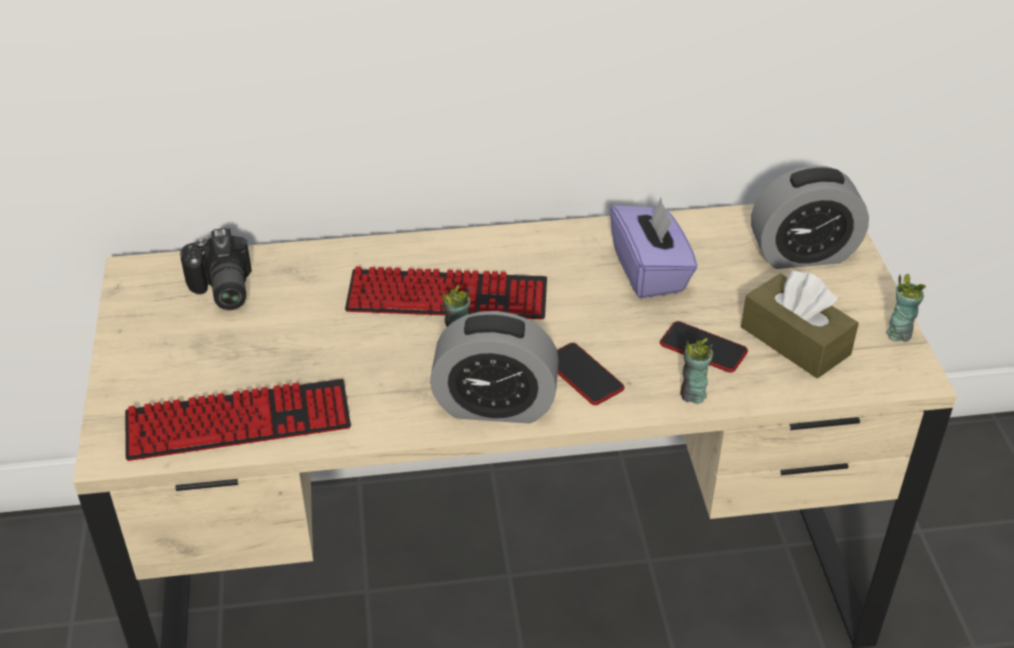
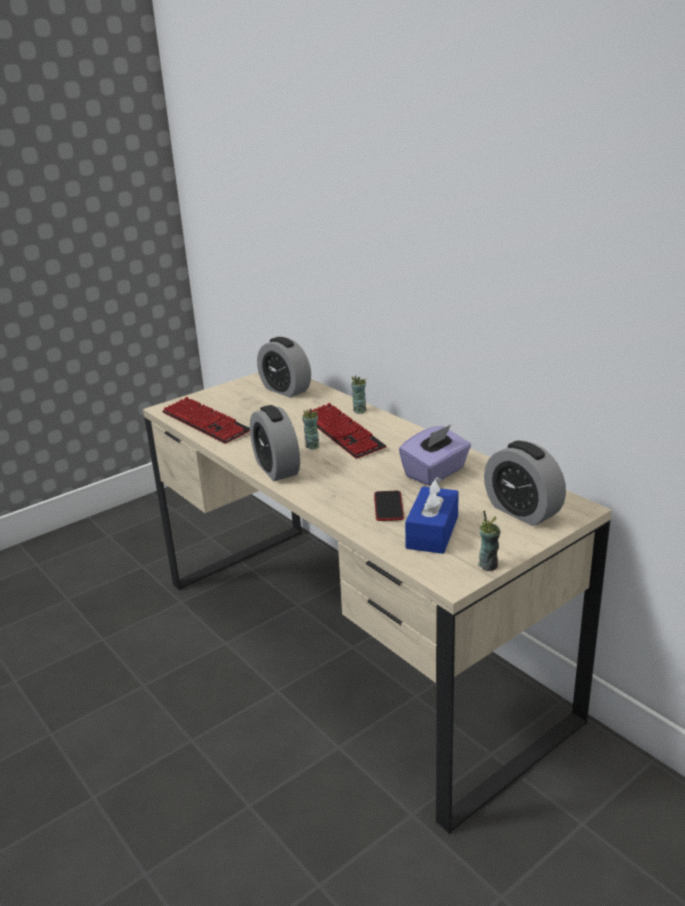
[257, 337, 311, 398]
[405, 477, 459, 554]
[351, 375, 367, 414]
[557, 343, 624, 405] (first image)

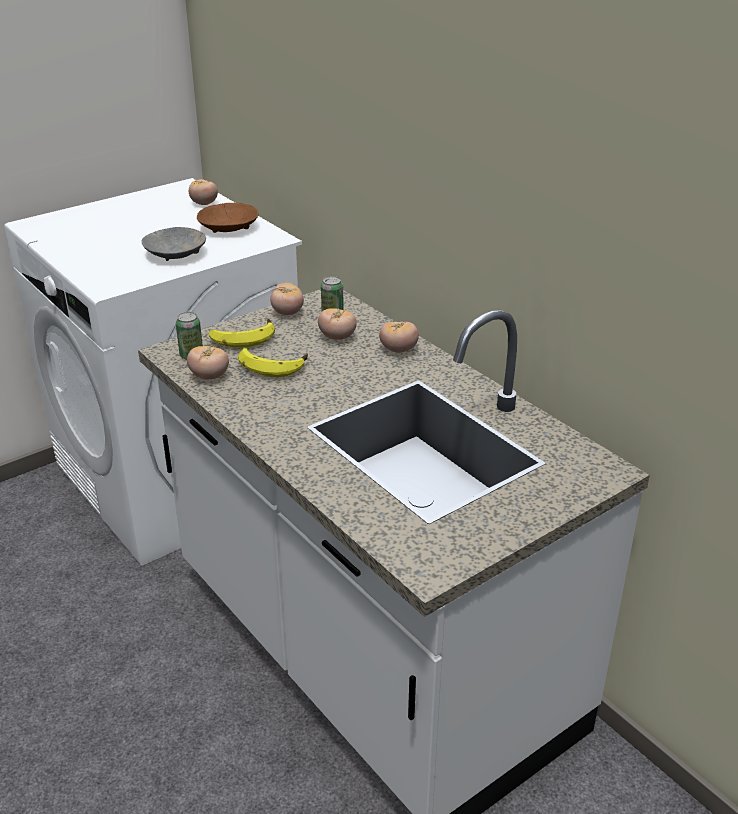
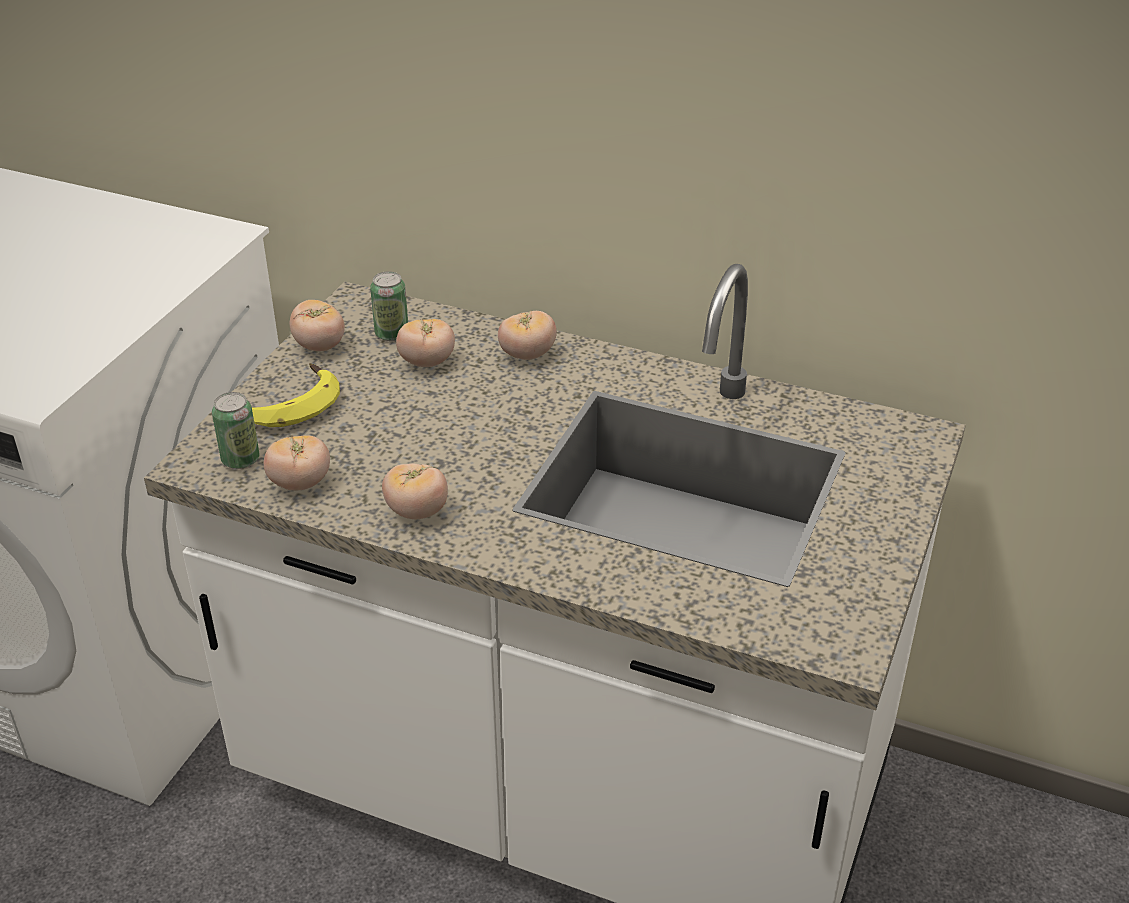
[382, 464, 448, 519]
[197, 203, 259, 233] (first image)
[142, 227, 206, 261] (first image)
[238, 348, 308, 377] (first image)

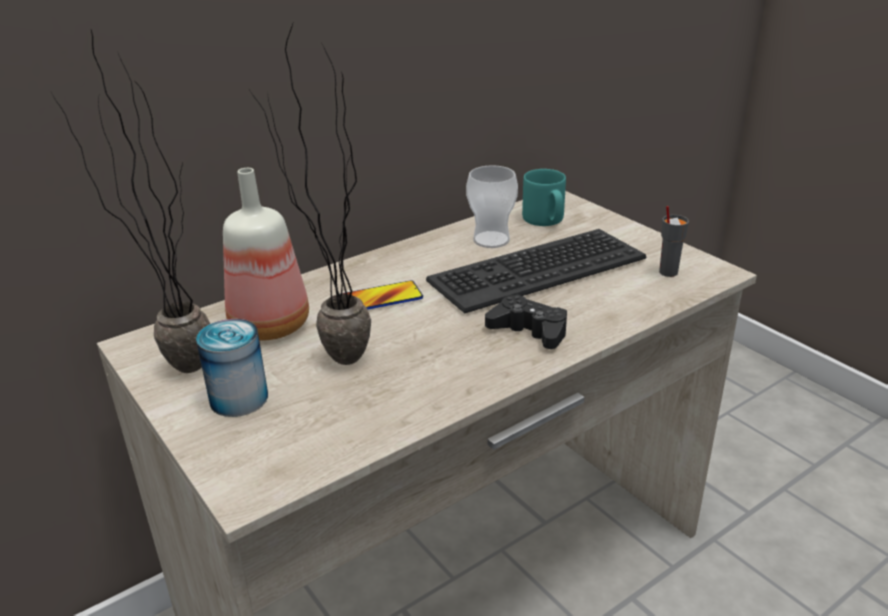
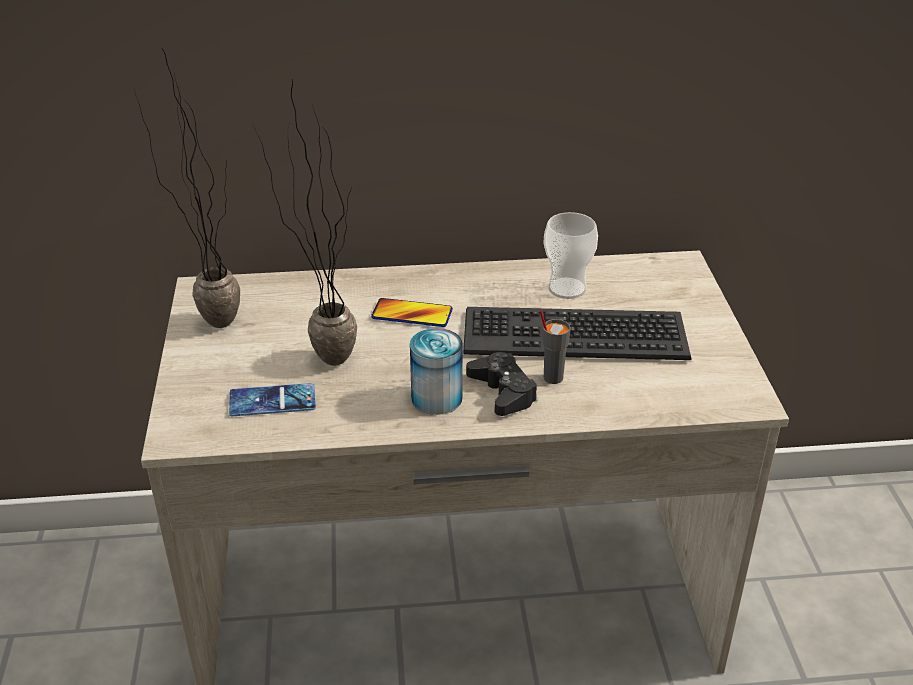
[223, 168, 309, 341] (first image)
[522, 169, 566, 226] (first image)
[540, 310, 571, 384]
[410, 328, 463, 415]
[229, 383, 316, 416]

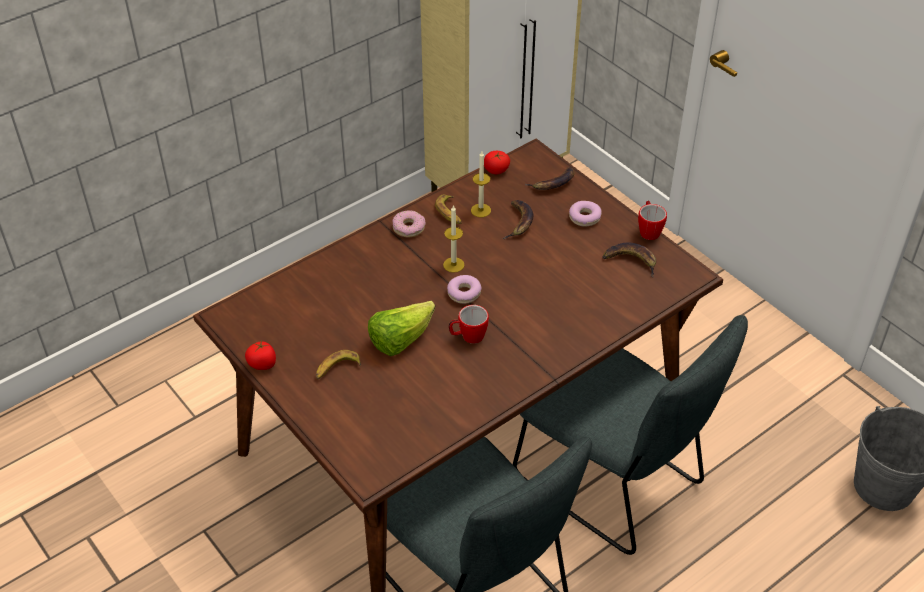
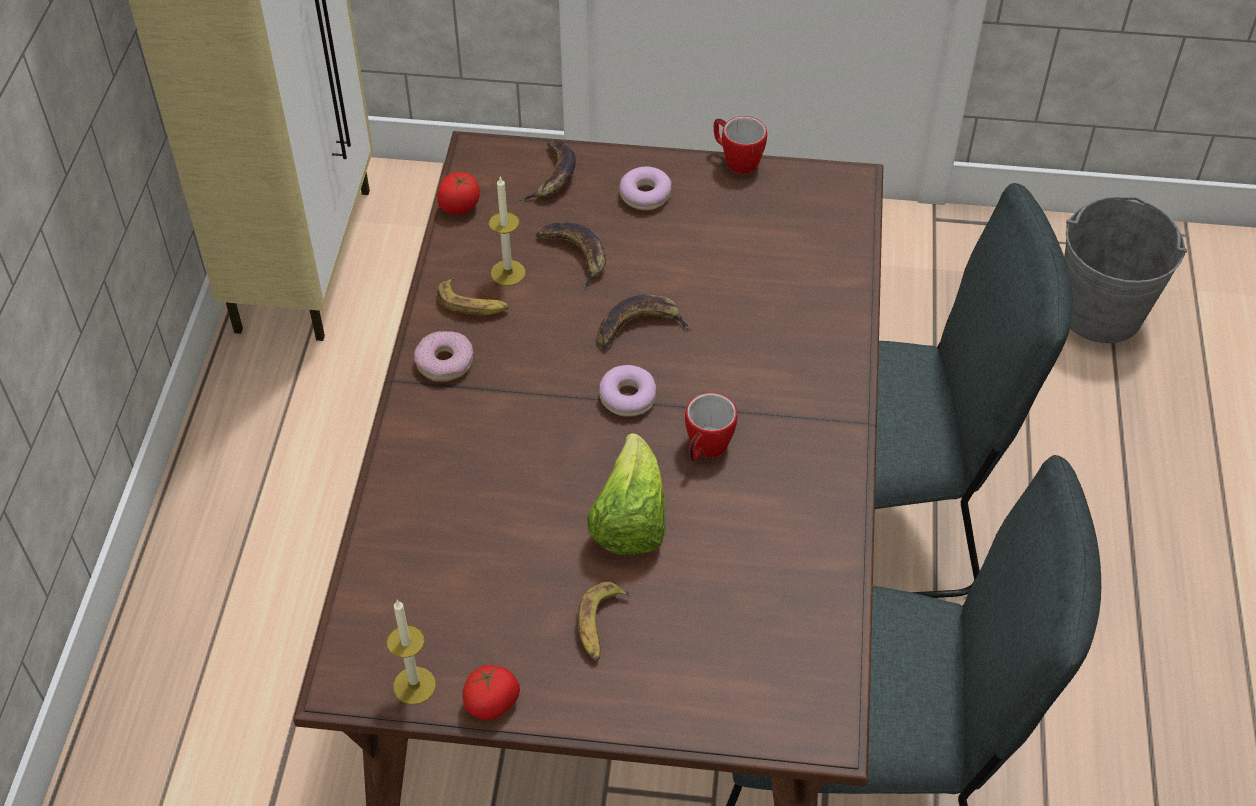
[387, 600, 436, 705]
[597, 294, 691, 349]

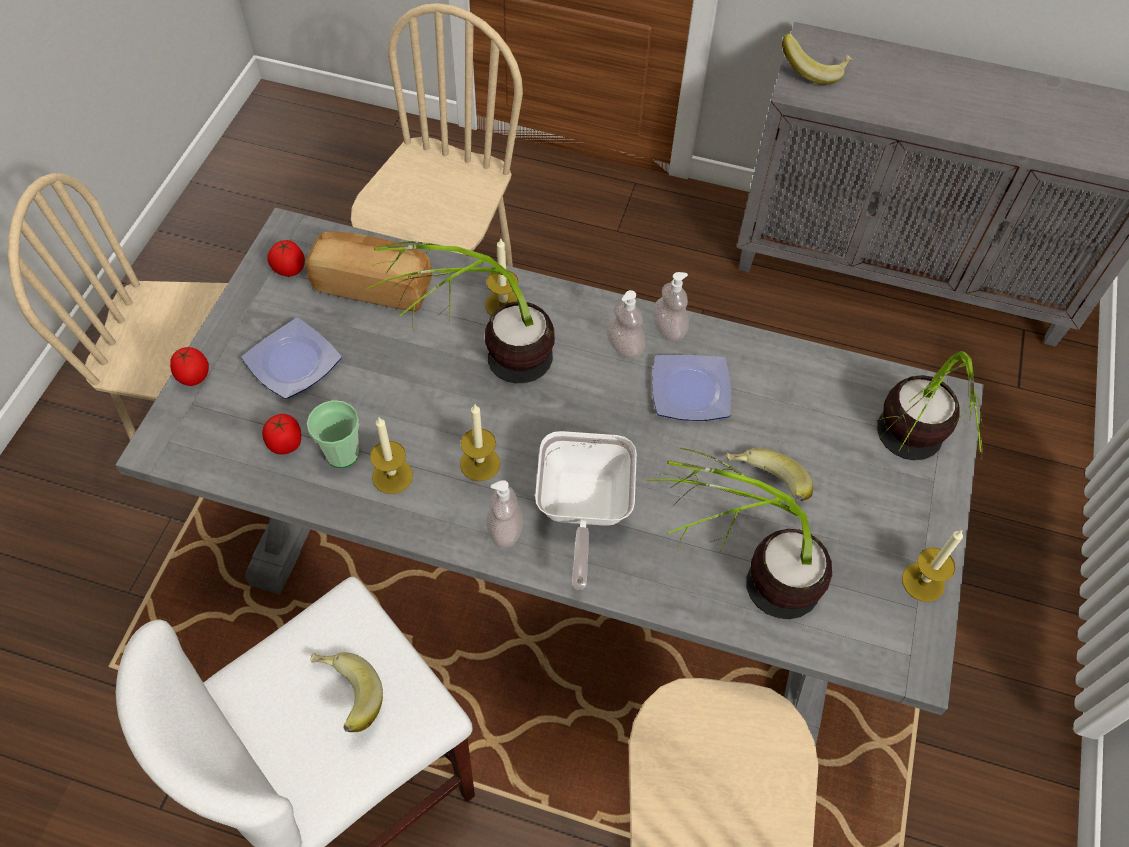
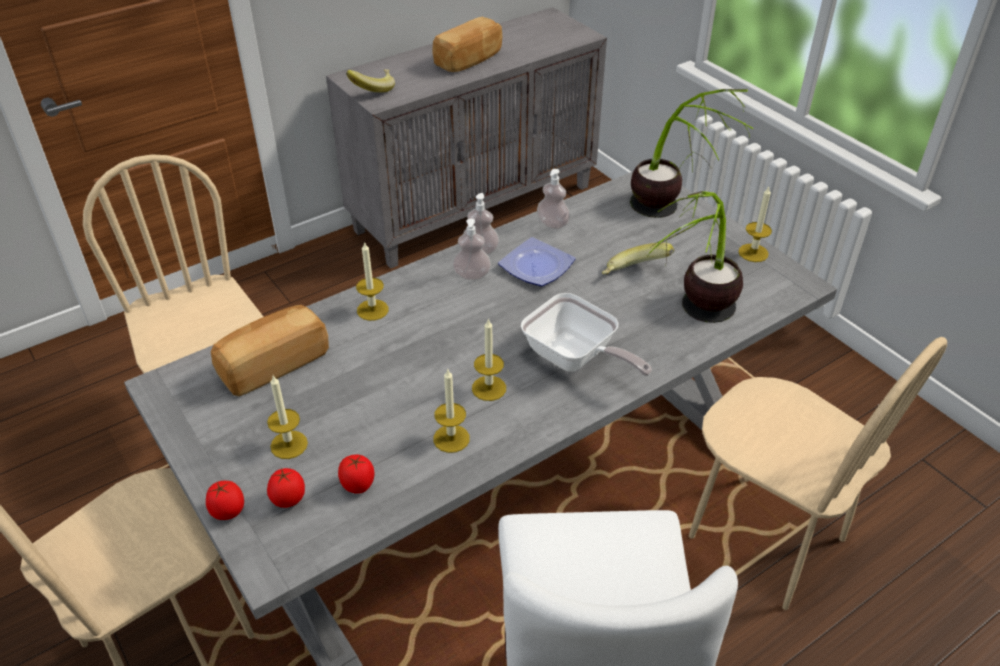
[267, 468, 305, 508]
[367, 241, 555, 383] (first image)
[267, 376, 308, 459]
[307, 400, 360, 468] (first image)
[537, 169, 570, 229]
[310, 652, 383, 732] (first image)
[432, 17, 502, 72]

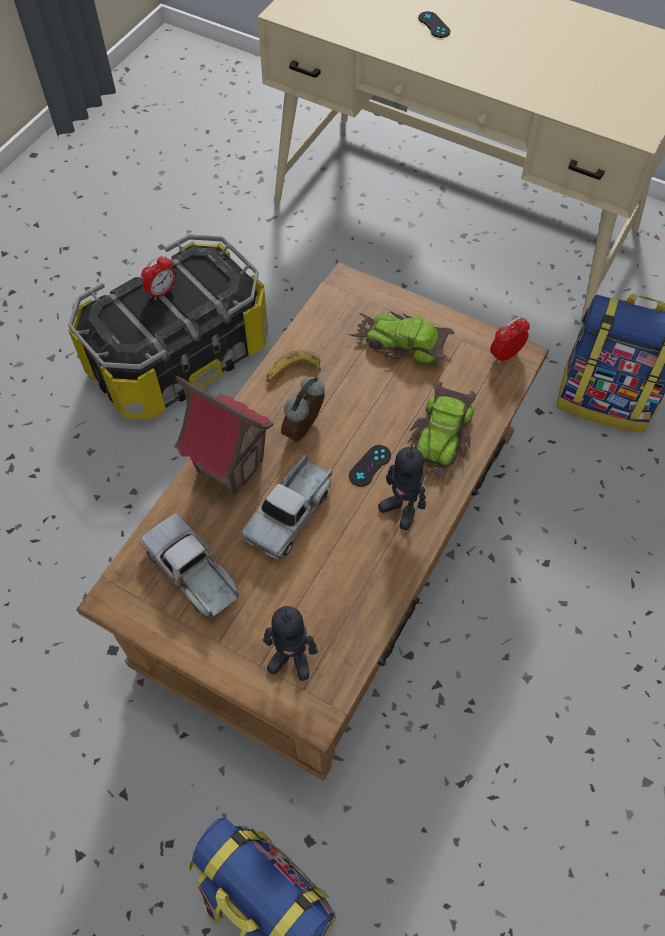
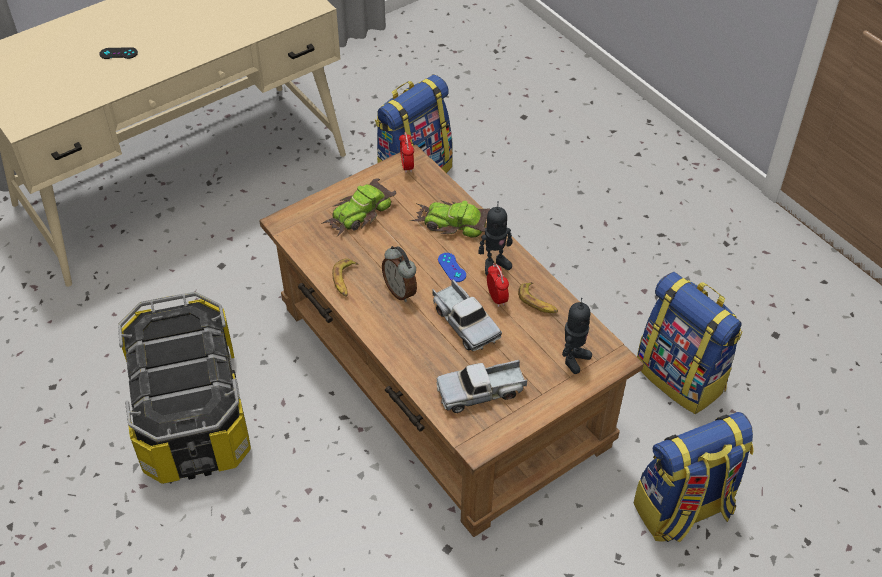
[487, 263, 509, 307]
[174, 376, 274, 494] (first image)
[410, 201, 490, 238]
[438, 253, 466, 282]
[637, 272, 743, 414]
[518, 282, 558, 313]

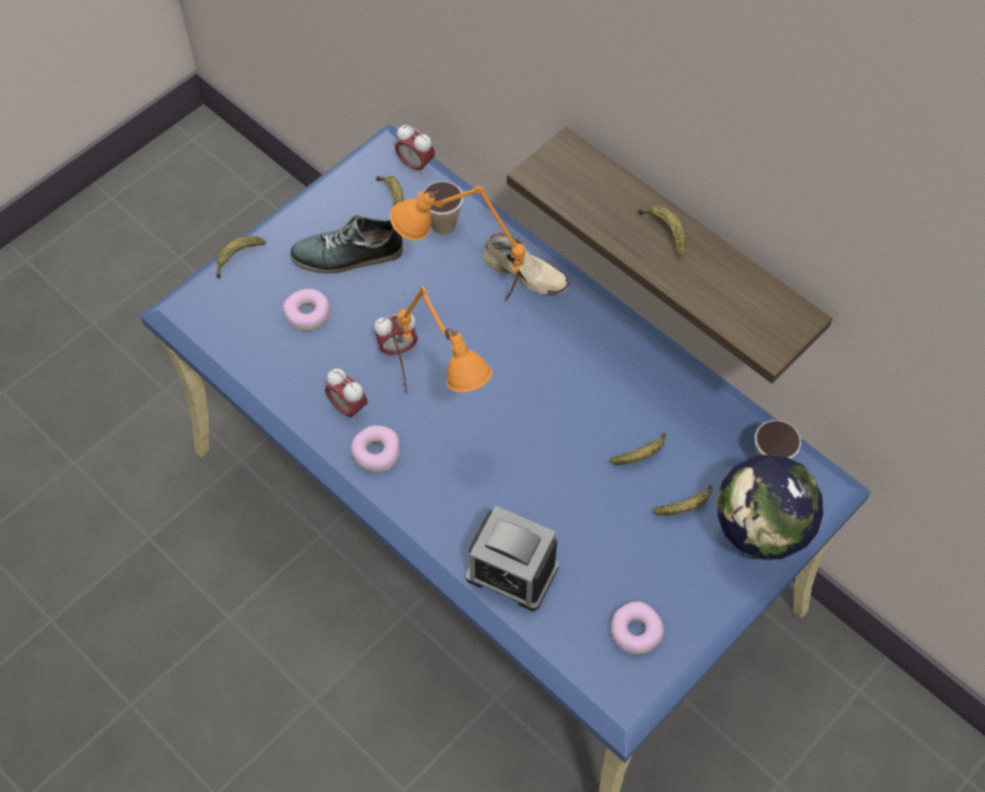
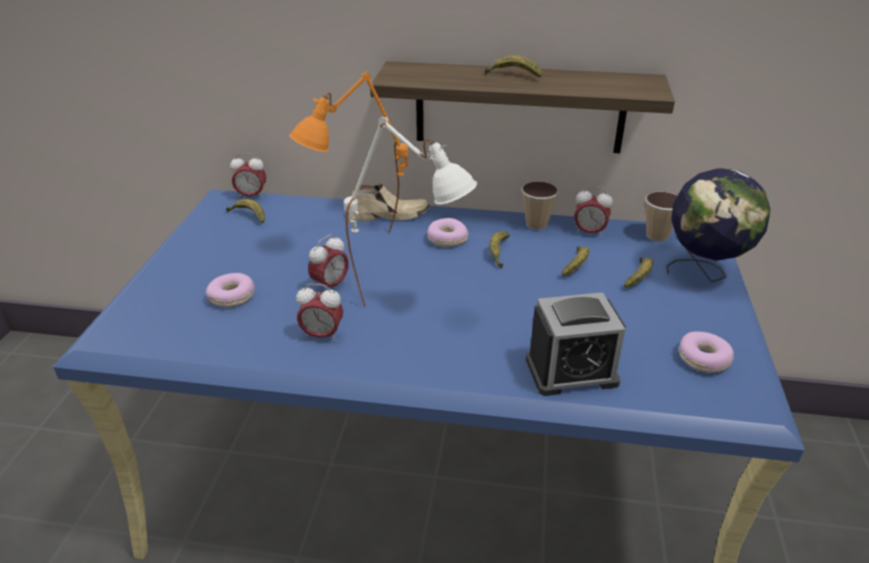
[522, 181, 559, 230]
[290, 215, 403, 273] (first image)
[489, 231, 510, 269]
[344, 117, 477, 307]
[427, 218, 469, 247]
[574, 186, 613, 238]

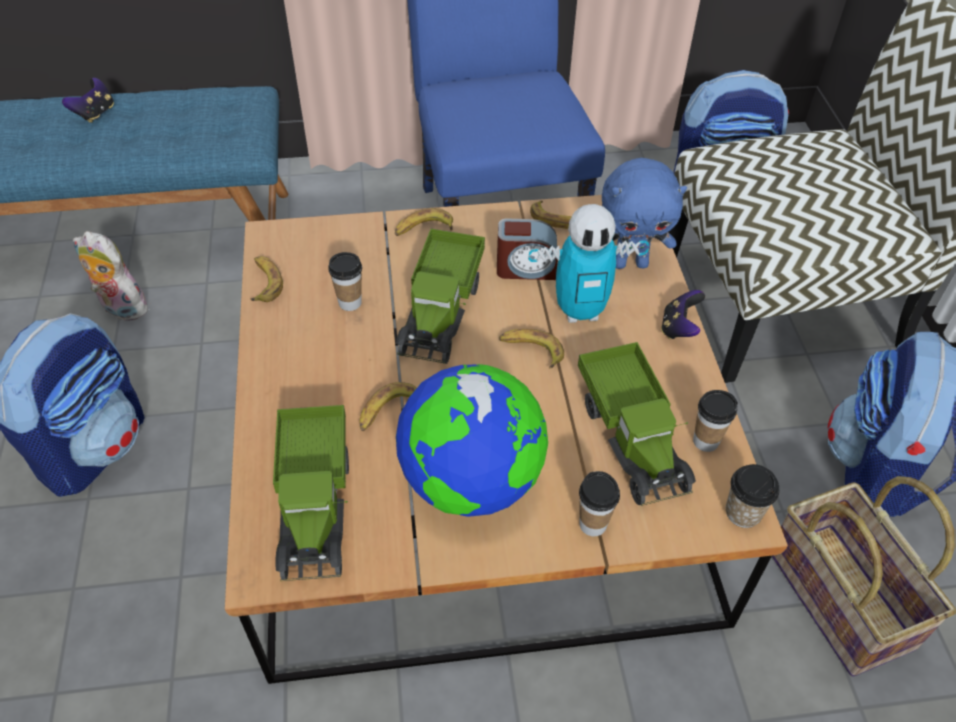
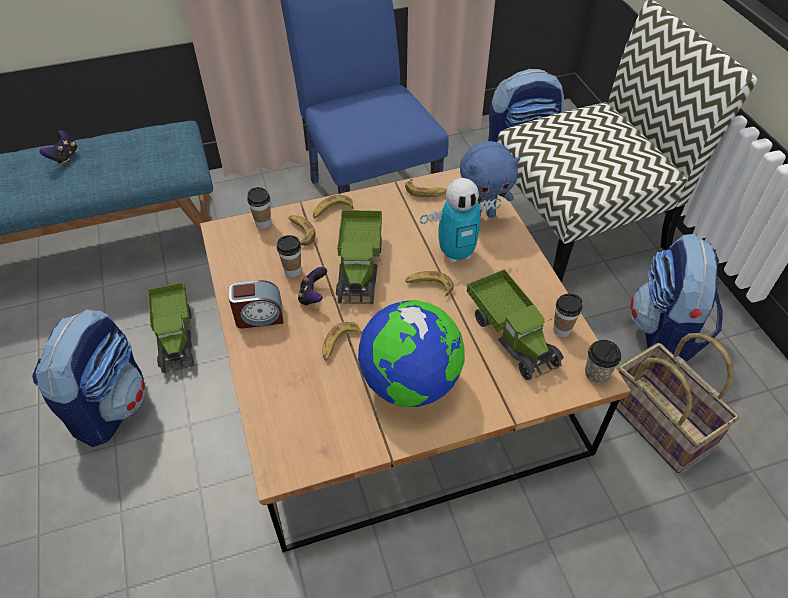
[229, 280, 283, 329]
[73, 231, 148, 321] (first image)
[288, 215, 316, 245]
[298, 267, 327, 306]
[147, 282, 194, 373]
[247, 187, 271, 229]

